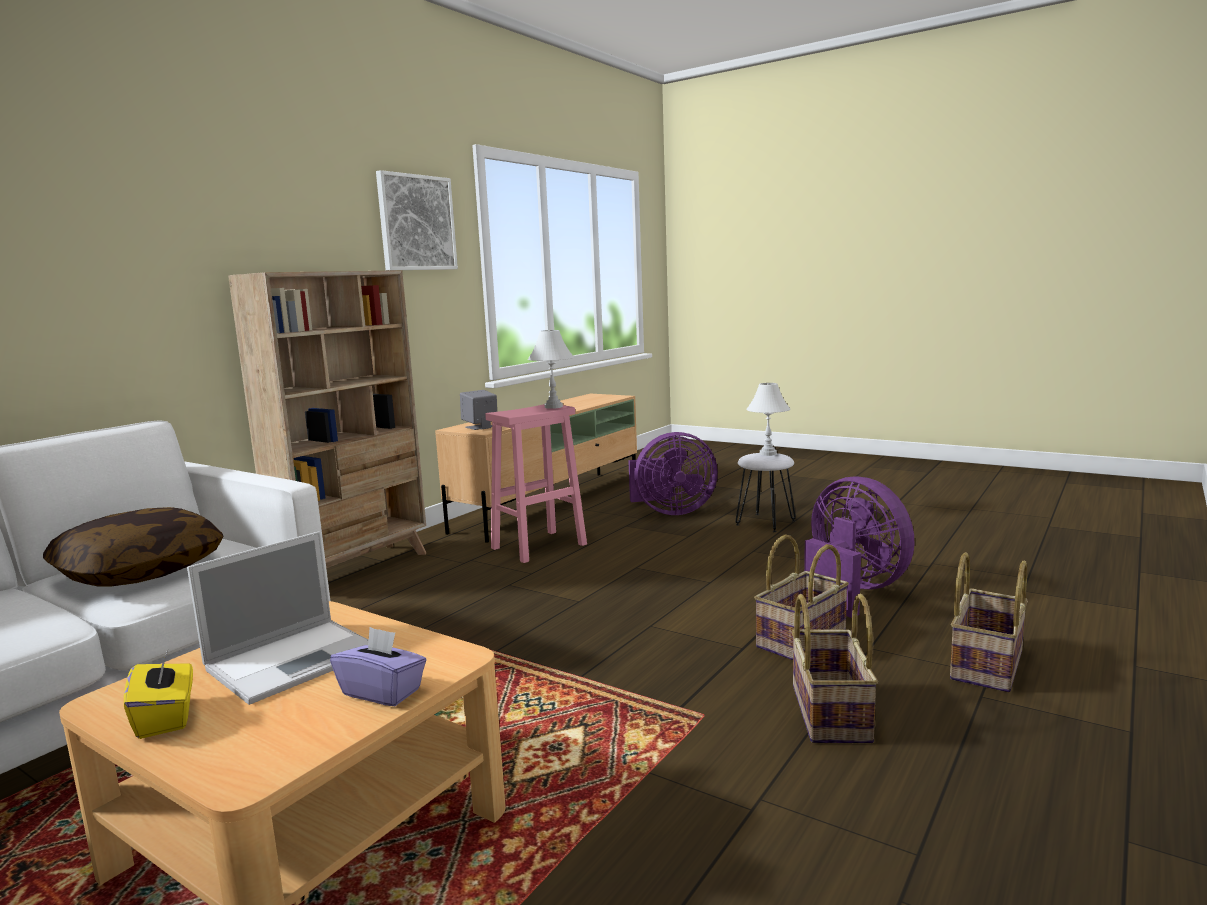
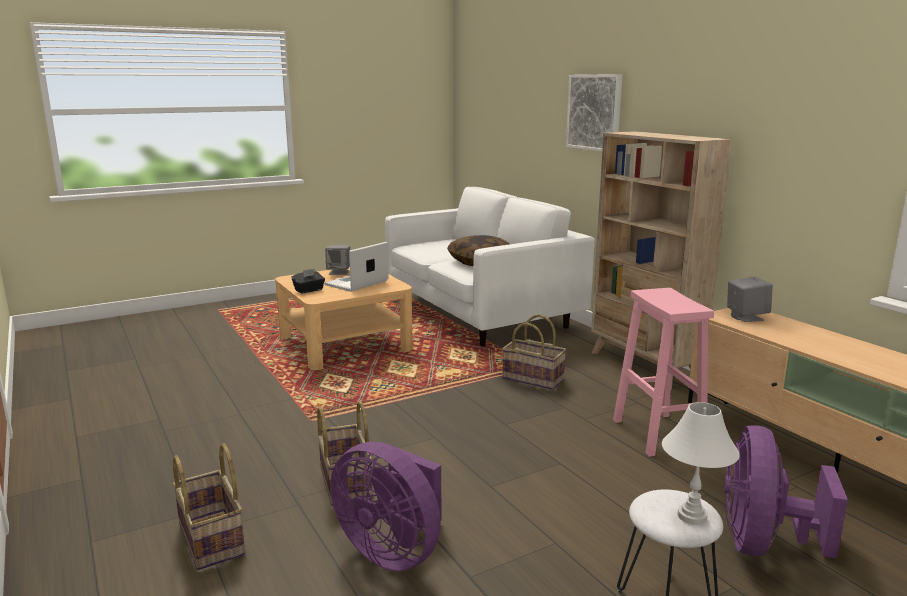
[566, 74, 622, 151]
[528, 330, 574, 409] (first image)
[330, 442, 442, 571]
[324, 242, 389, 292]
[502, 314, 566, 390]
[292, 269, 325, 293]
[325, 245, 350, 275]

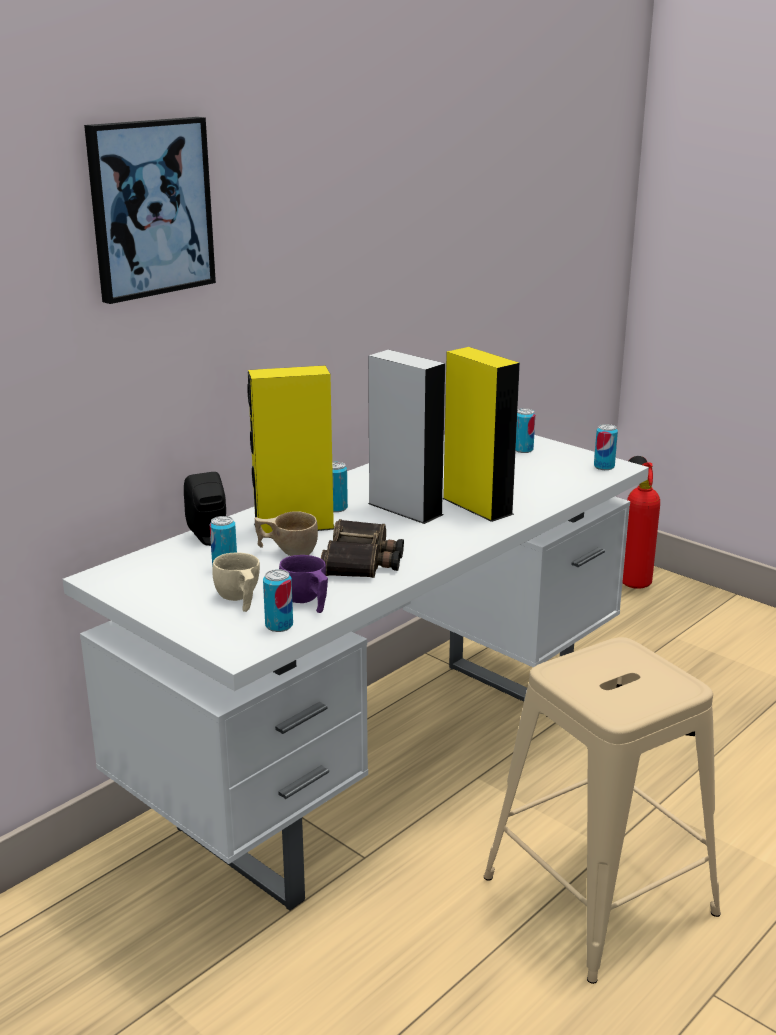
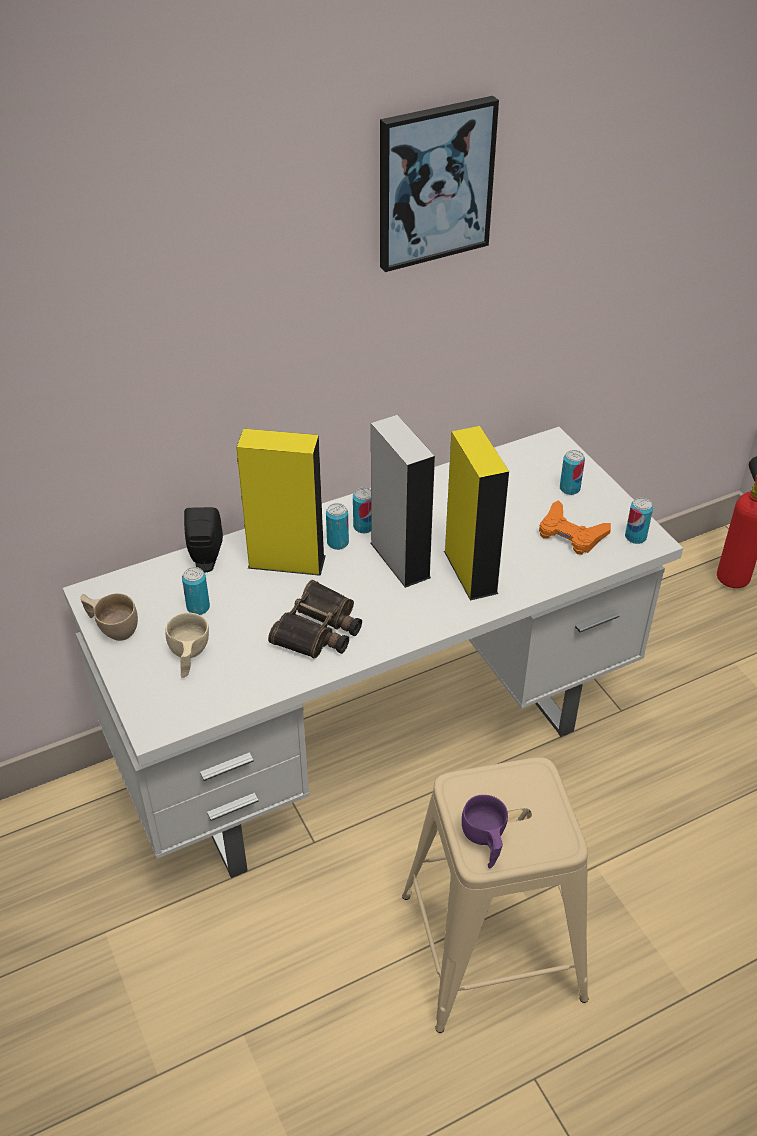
[380, 96, 499, 272]
[81, 593, 138, 641]
[461, 795, 508, 868]
[353, 487, 371, 533]
[539, 500, 611, 555]

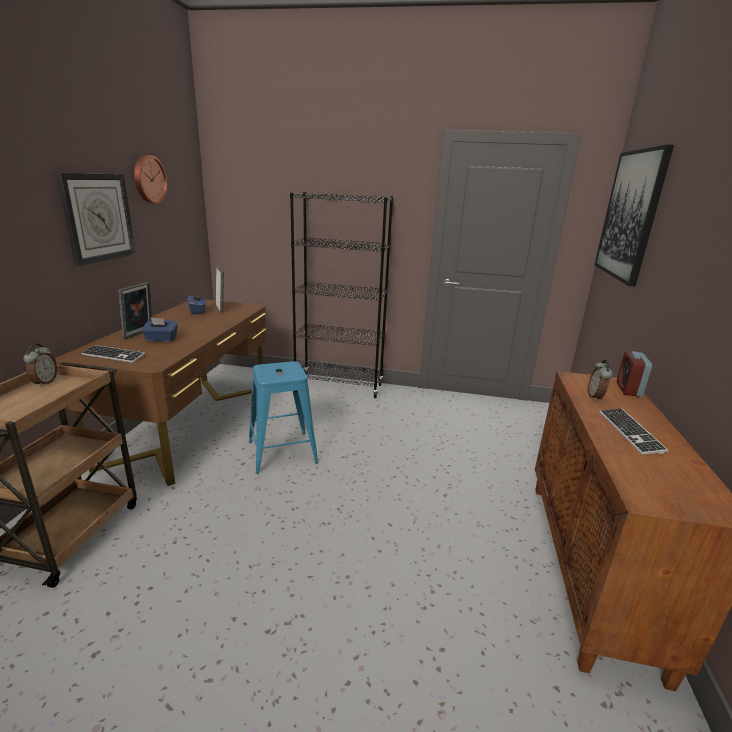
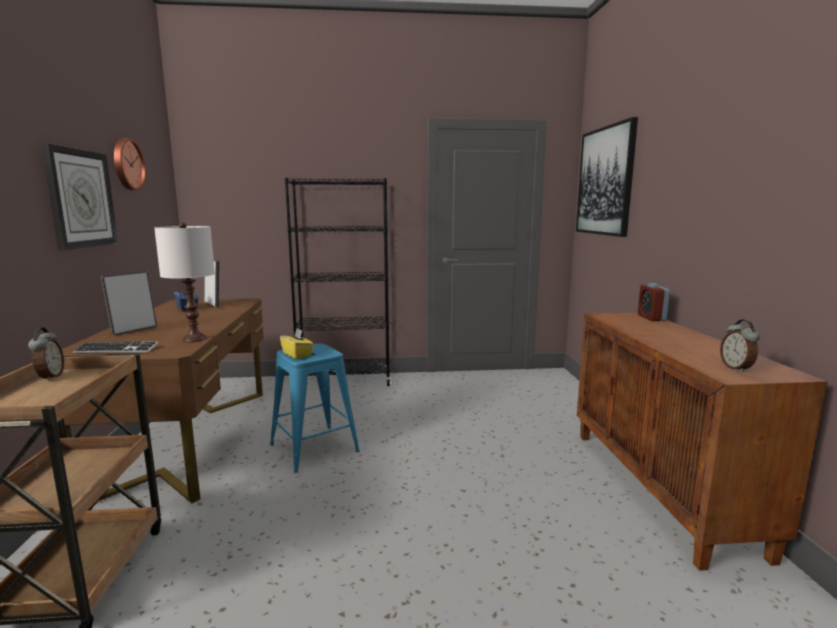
[100, 271, 157, 336]
[141, 318, 178, 342] (first image)
[720, 319, 760, 373]
[599, 408, 668, 454] (first image)
[154, 222, 215, 342]
[280, 328, 314, 359]

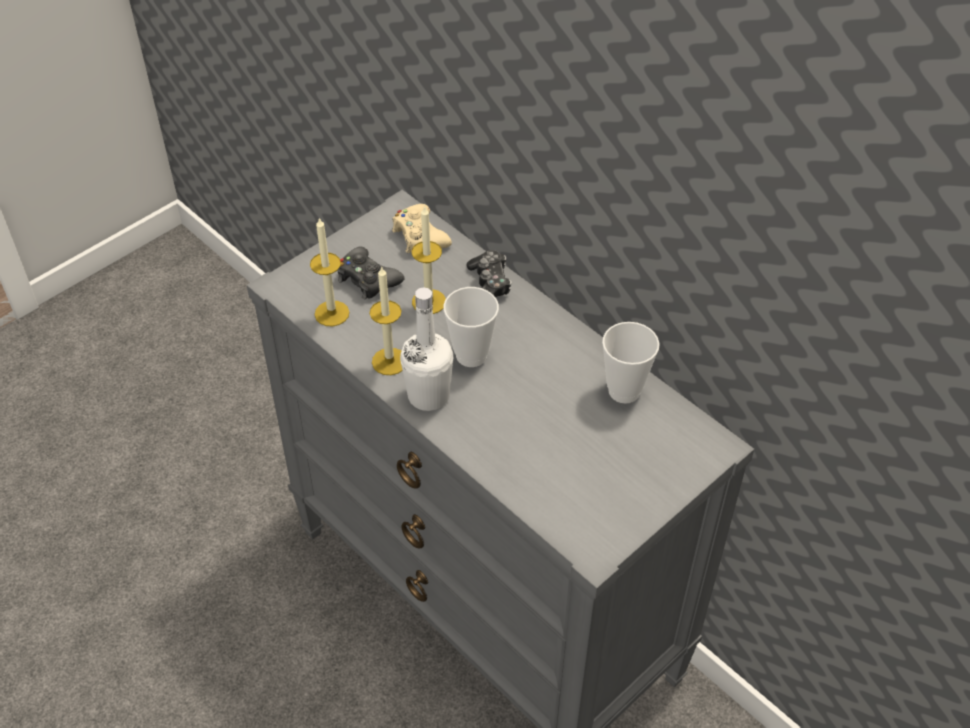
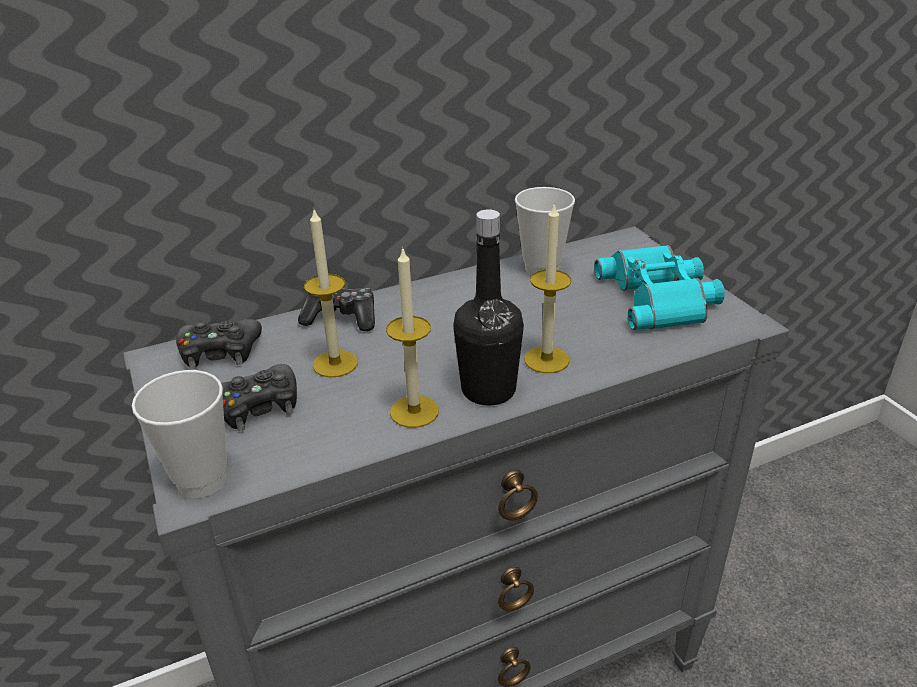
[176, 319, 262, 369]
[524, 202, 571, 373]
[132, 370, 227, 498]
[453, 209, 524, 406]
[594, 245, 725, 330]

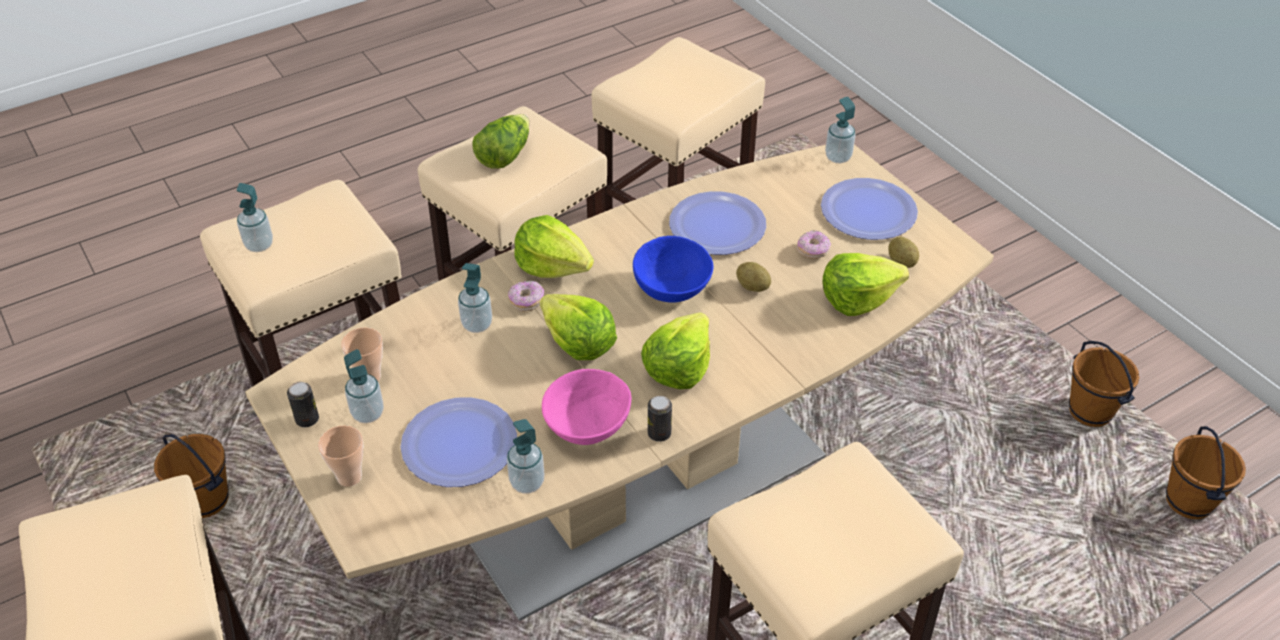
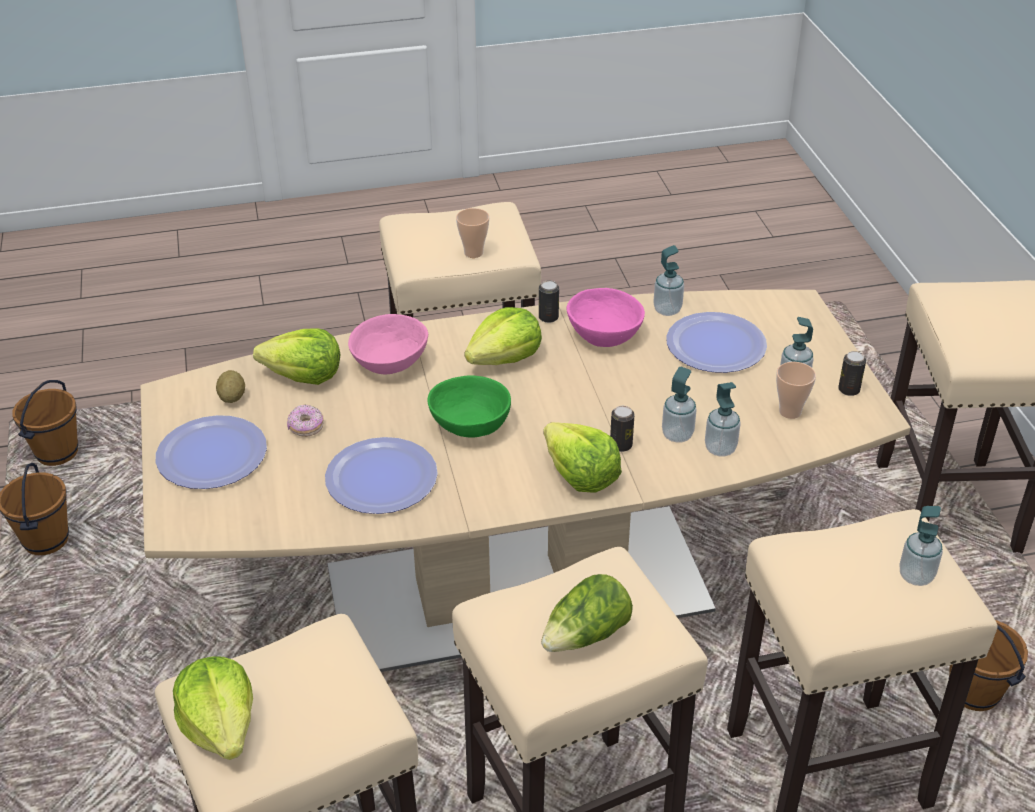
[705, 382, 741, 457]
[427, 375, 511, 438]
[736, 262, 771, 292] (first image)
[610, 406, 634, 452]
[173, 656, 253, 760]
[456, 208, 489, 258]
[348, 314, 428, 374]

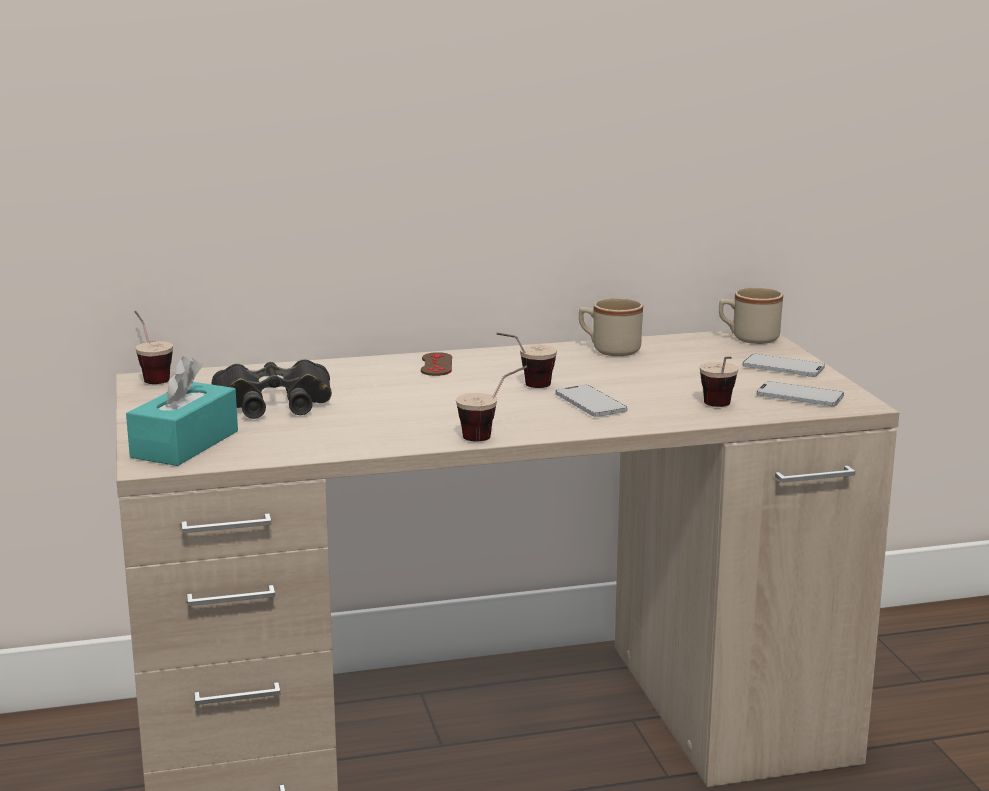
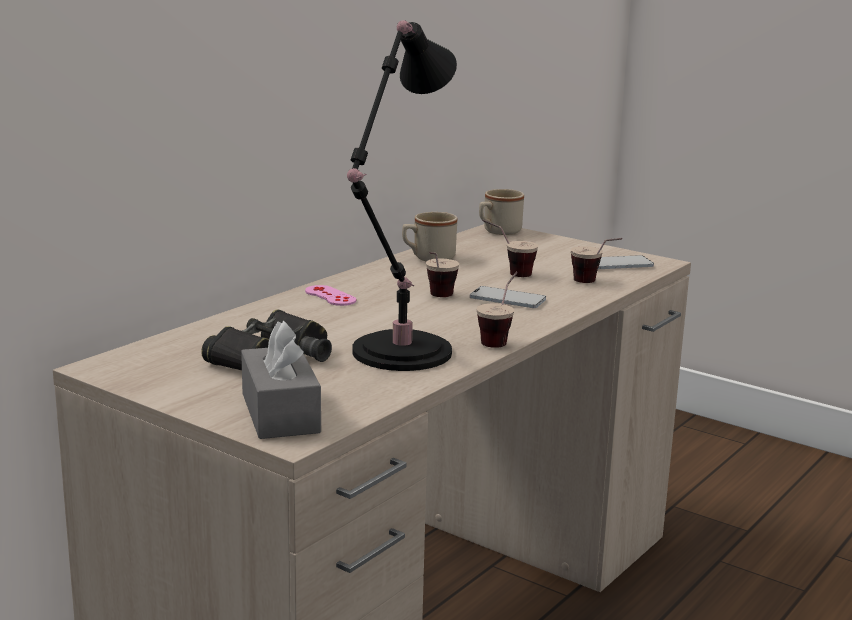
[483, 220, 538, 277]
[305, 285, 356, 306]
[742, 354, 825, 377] (first image)
[241, 320, 321, 439]
[347, 20, 457, 371]

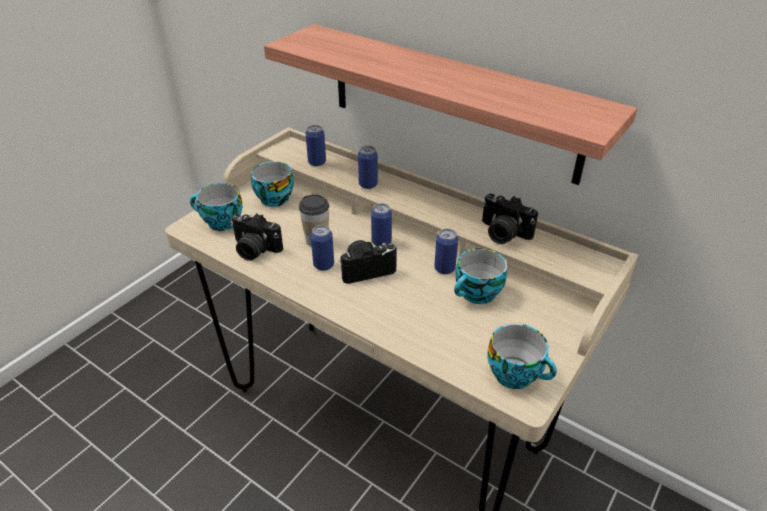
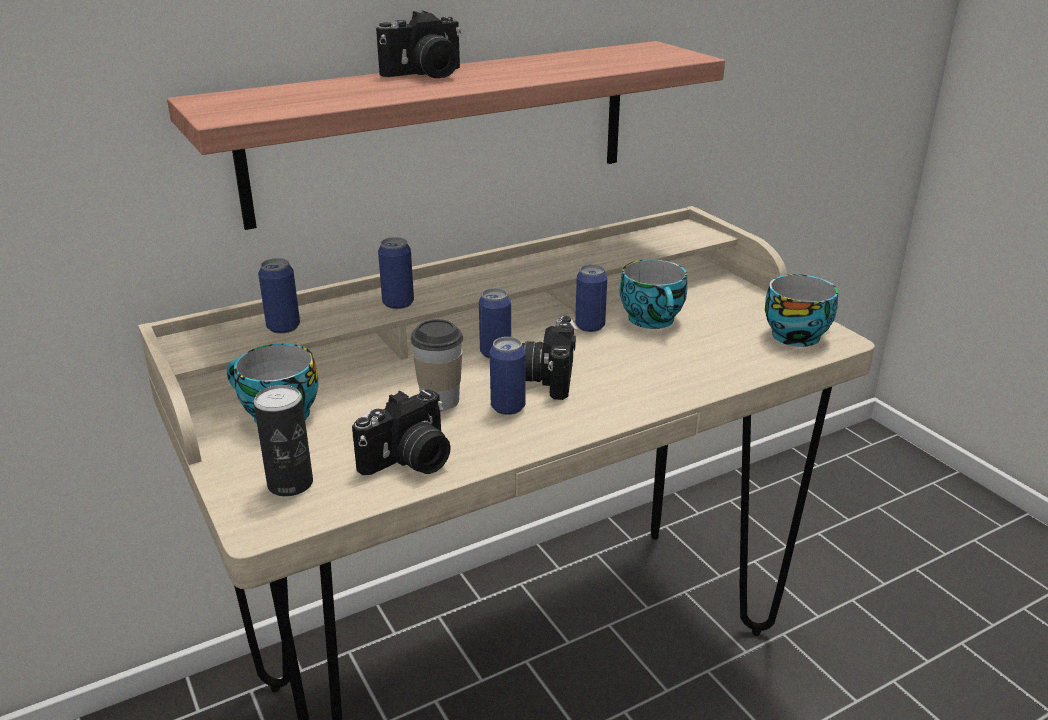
[254, 385, 313, 496]
[376, 11, 461, 78]

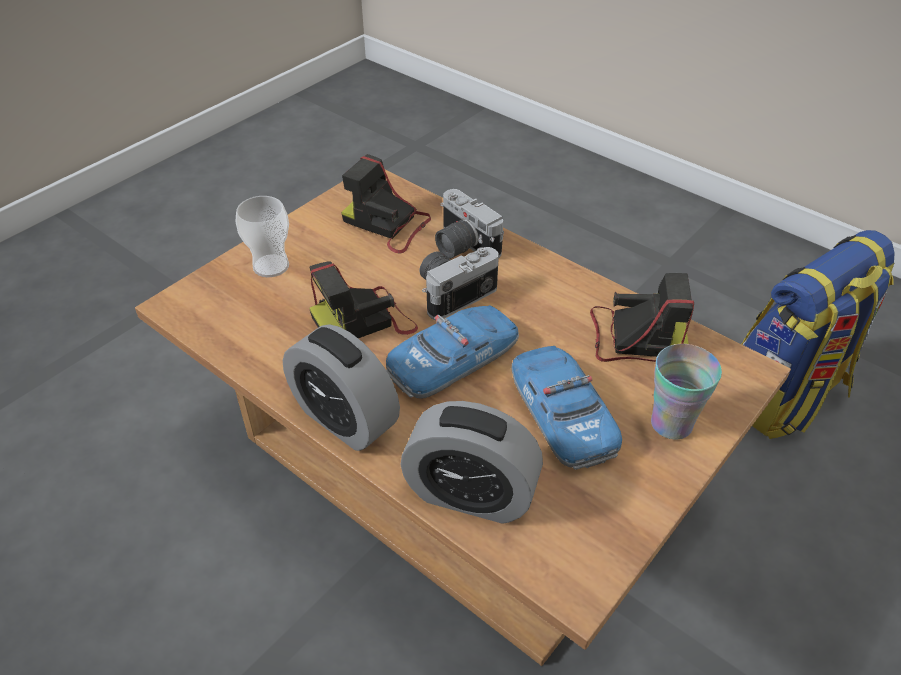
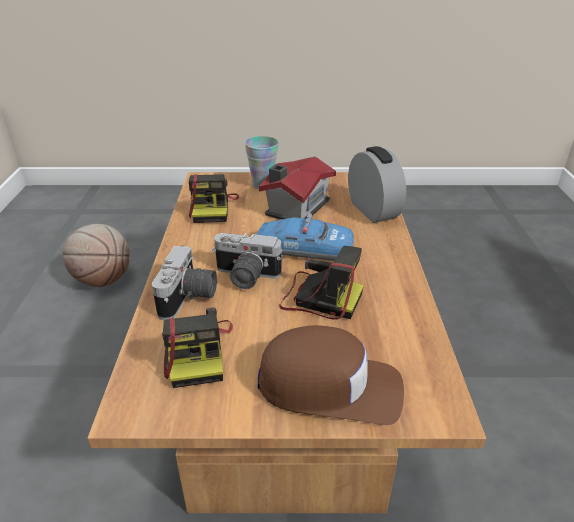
[258, 325, 404, 425]
[63, 224, 130, 287]
[189, 174, 239, 223]
[283, 324, 400, 451] (first image)
[259, 156, 336, 219]

